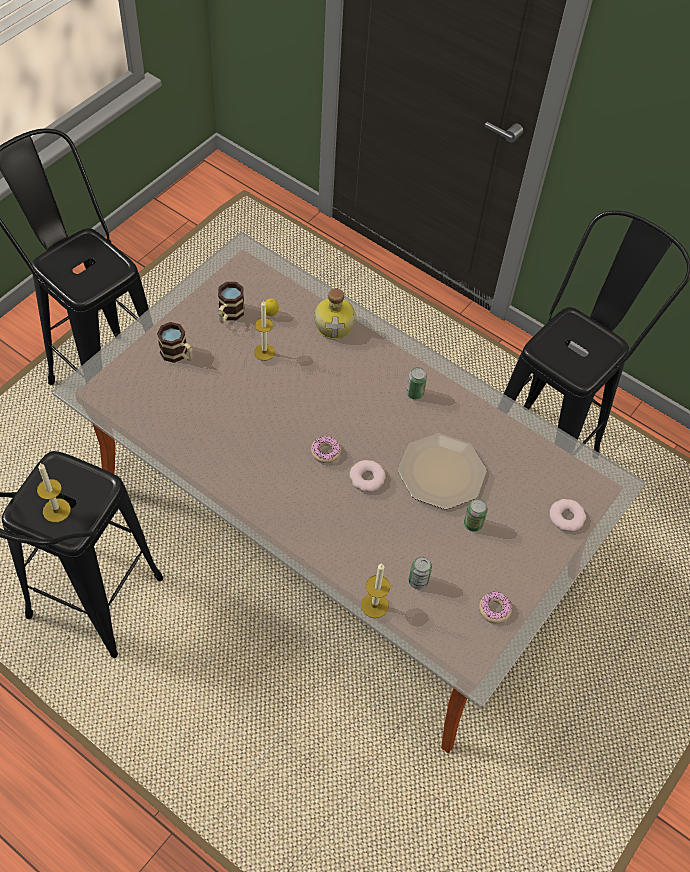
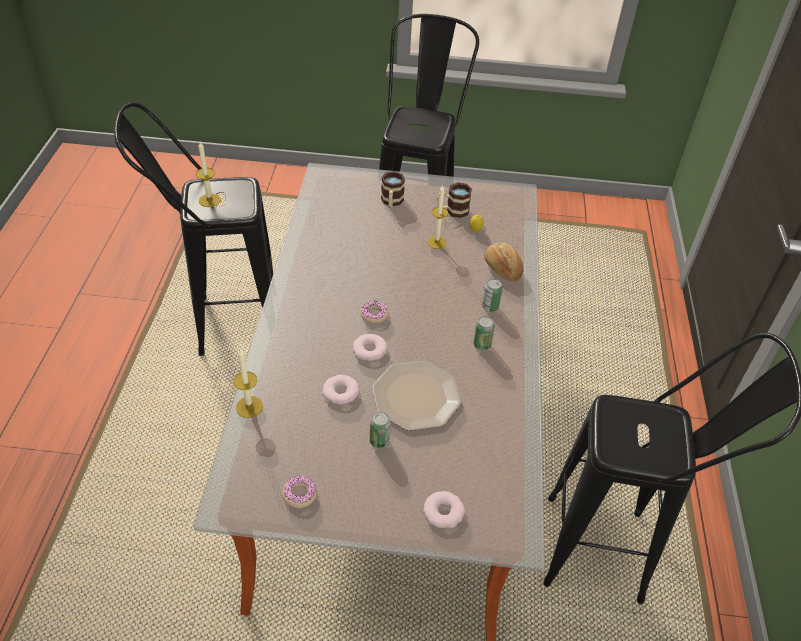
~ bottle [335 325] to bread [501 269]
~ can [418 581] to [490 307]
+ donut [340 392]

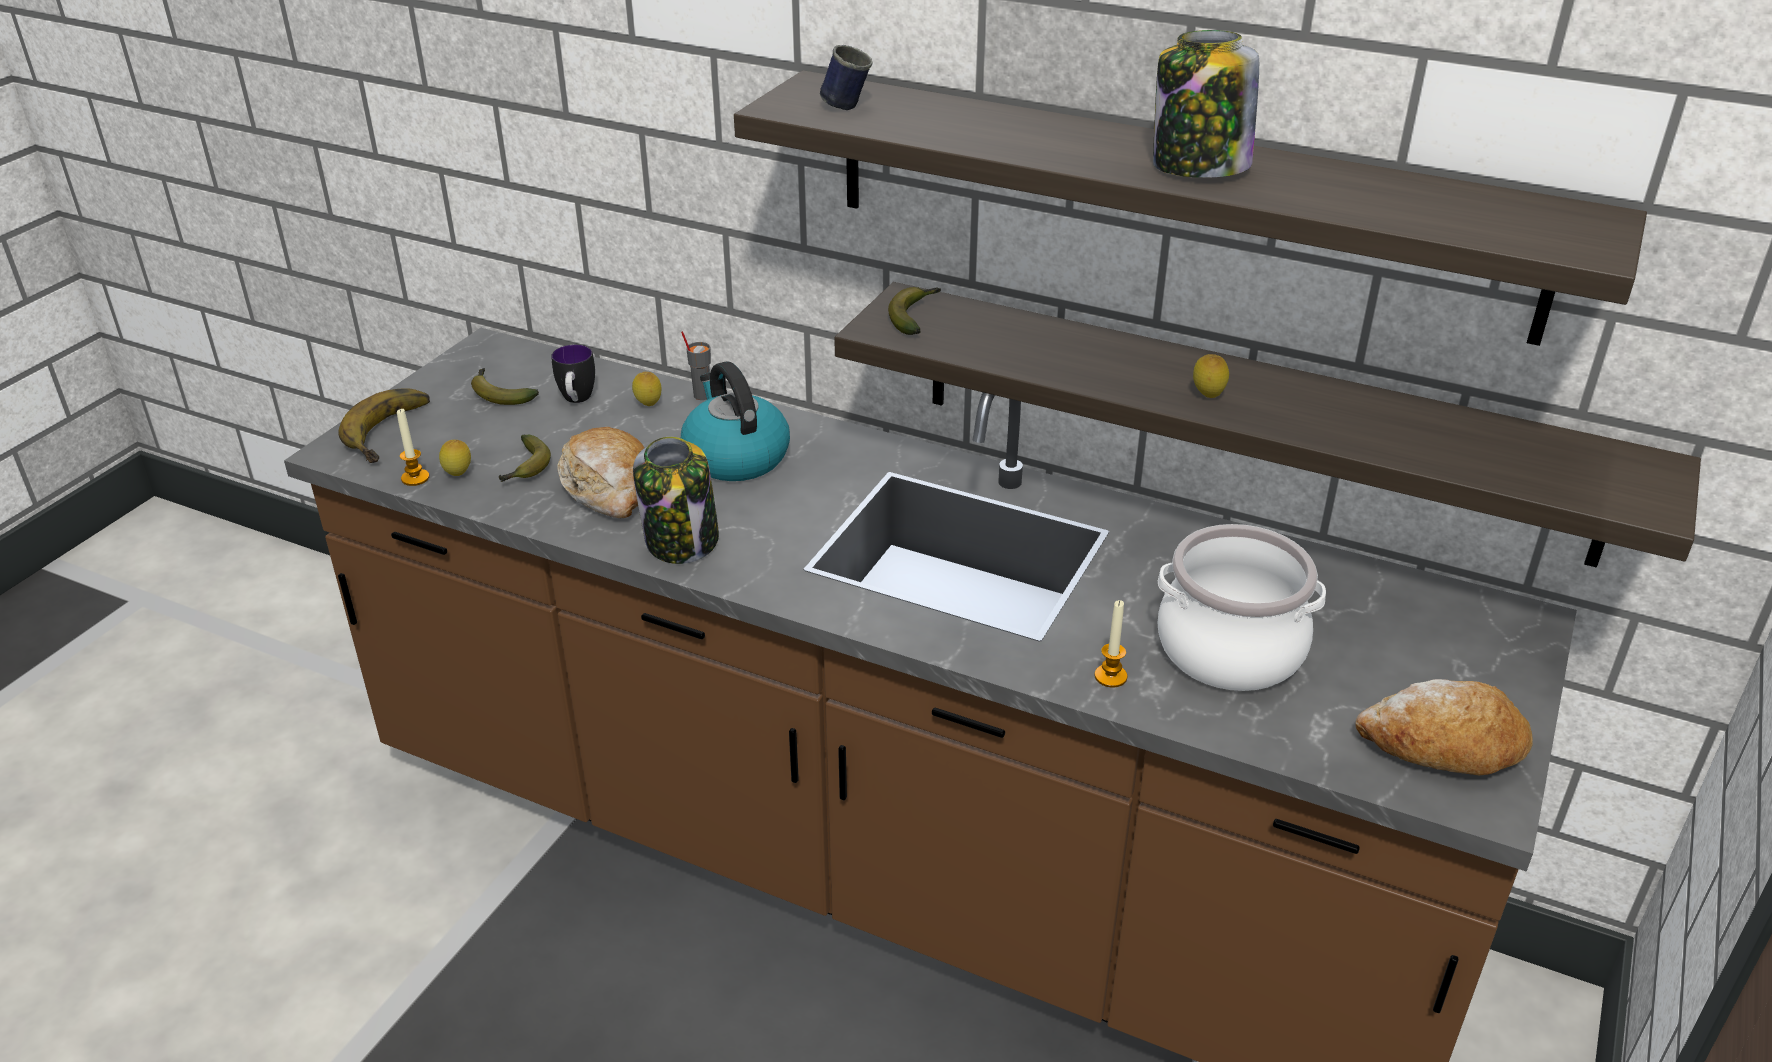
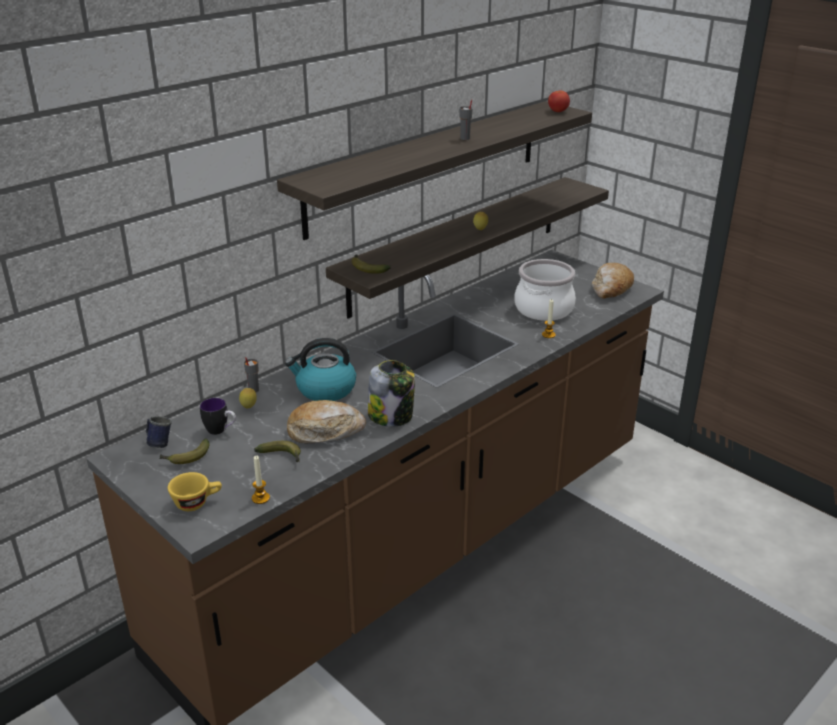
~ banana [396 432] to cup (yellow) [197 502]
- lemon [458 475]
~ mug (blue) [848 104] to [158 443]
~ jar [1198 167] to cup (grey) [465 138]
+ tomato [558 111]

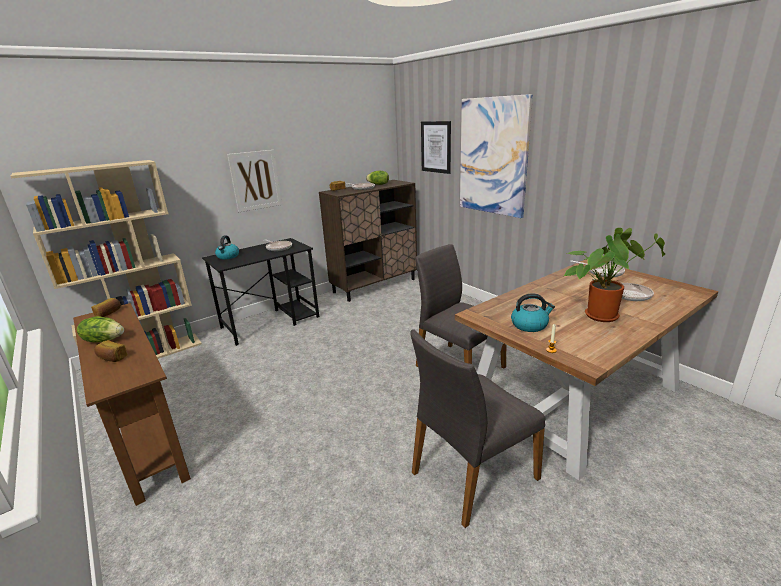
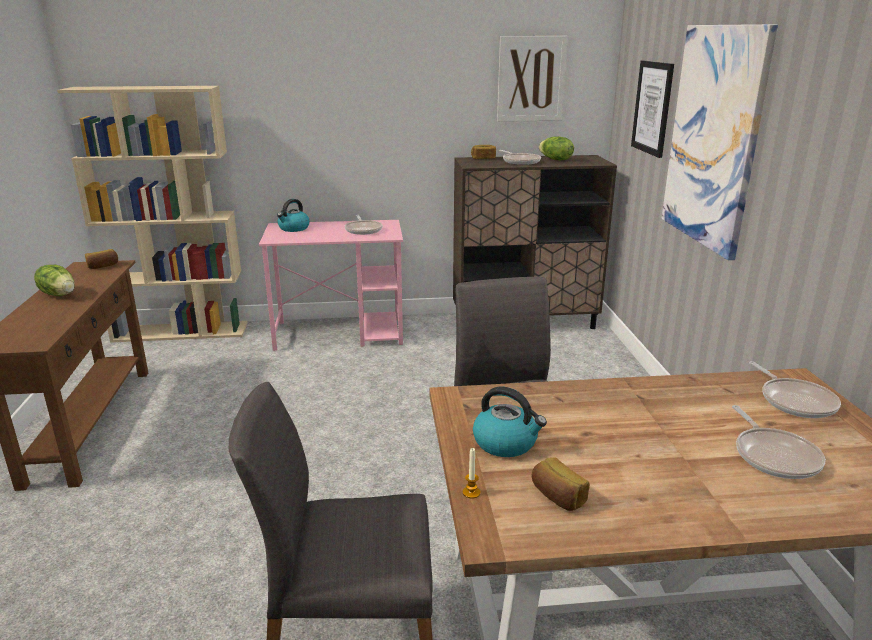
~ bread [112 358] to [557 497]
~ desk (black) [271 322] to desk (pink) [340 333]
~ picture [255 180] to [531 79]
- potted plant [602 314]

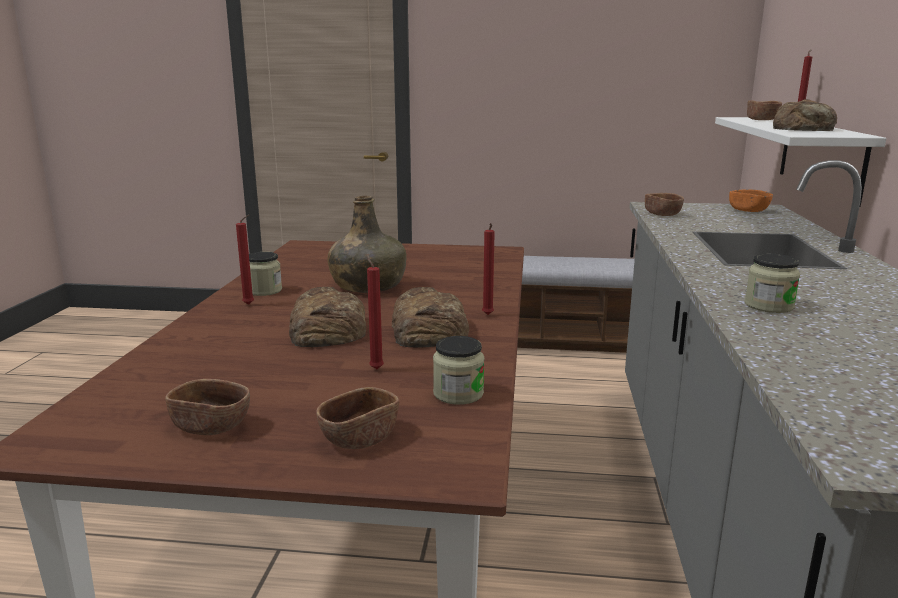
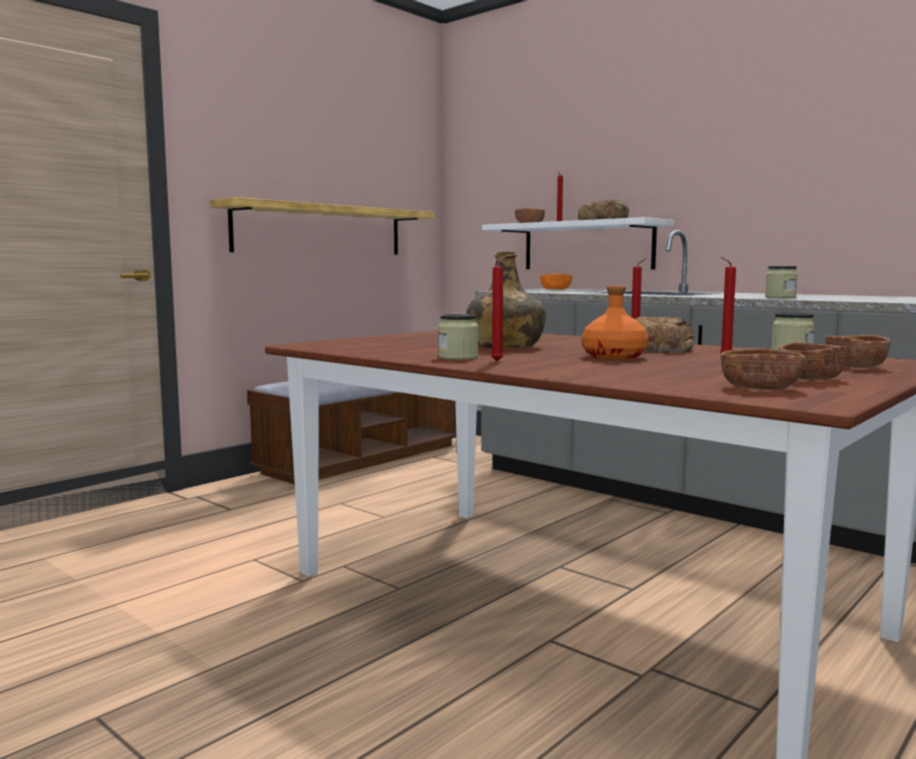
~ bread [327 329] to bottle (orange) [613 357]
~ bowl (brown) [662 214] to [760 388]
+ shelf [320 230]

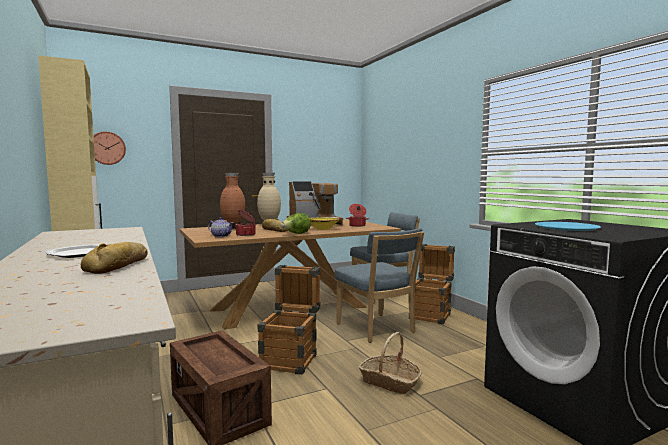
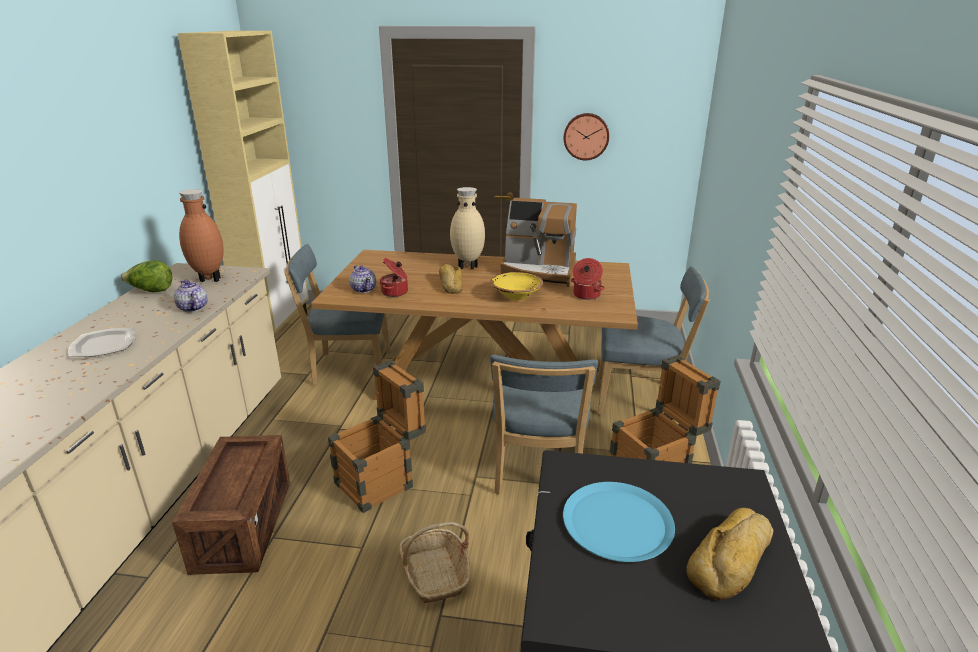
~ bread [119 265] to [733 560]
~ wall clock [107 148] to [586 136]
~ vase (brown) [233 229] to [208 280]
~ lettuce [296 234] to [151 291]
+ teapot [192 308]
+ chair (blue) [348 368]

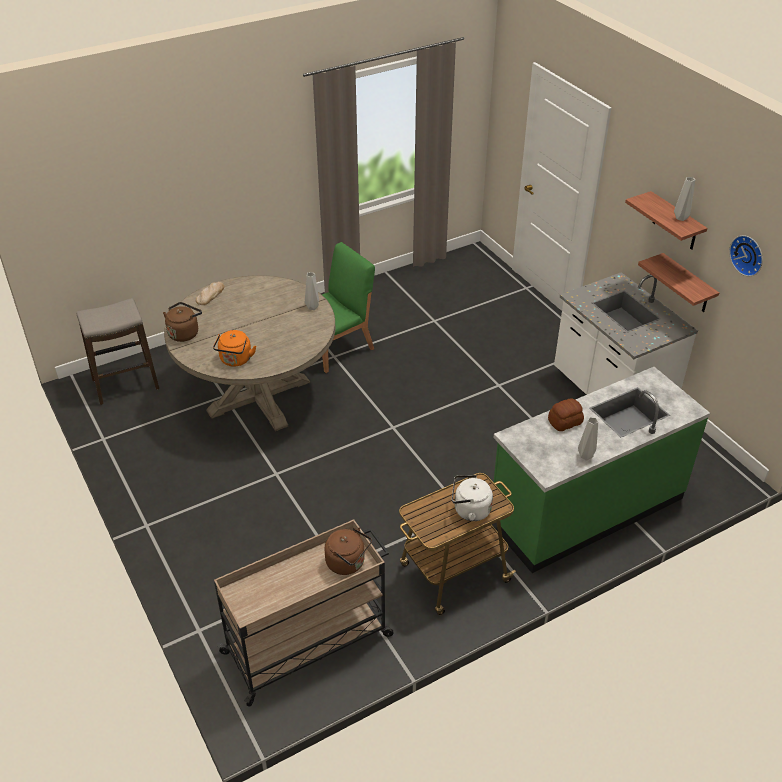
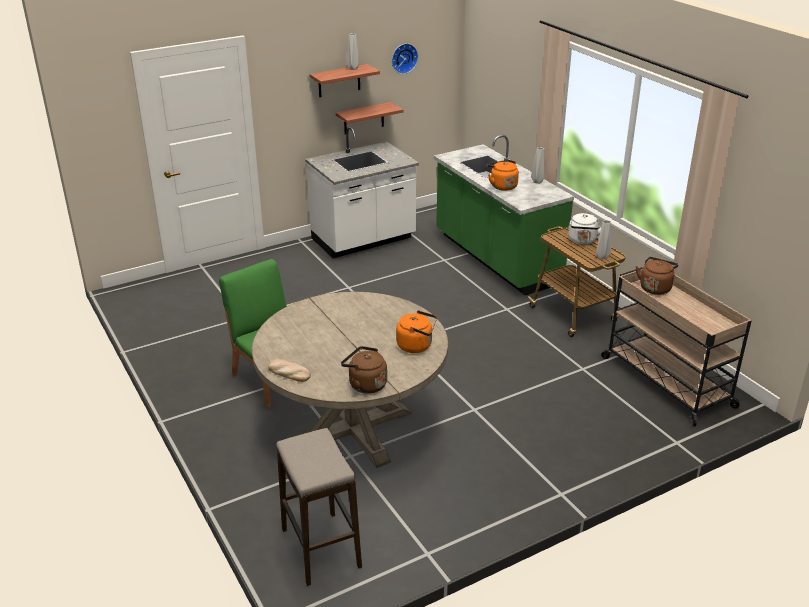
~ vase (grey) [313 307] to [602 257]
~ bread [565 422] to kettle (orange) [502 186]

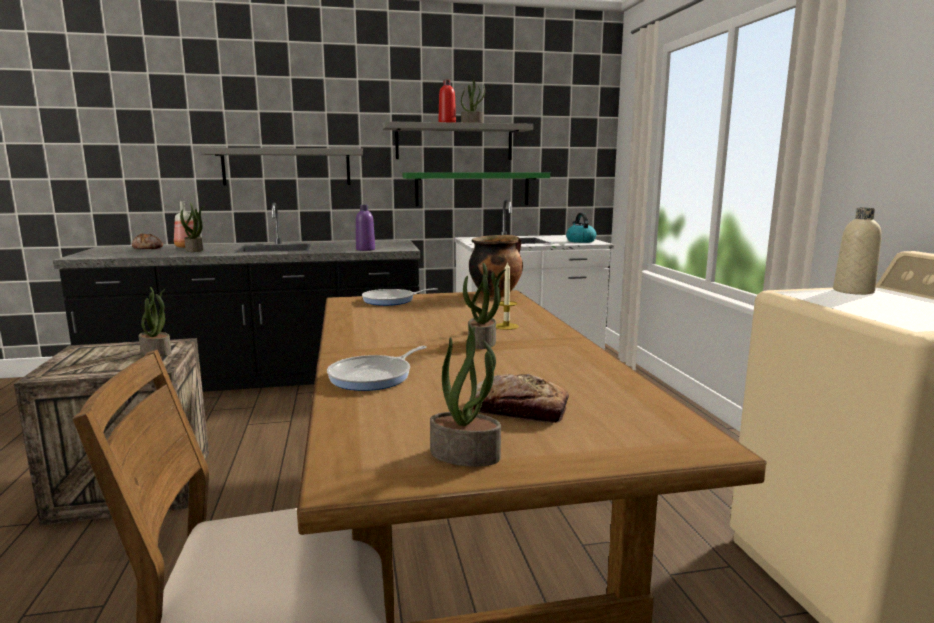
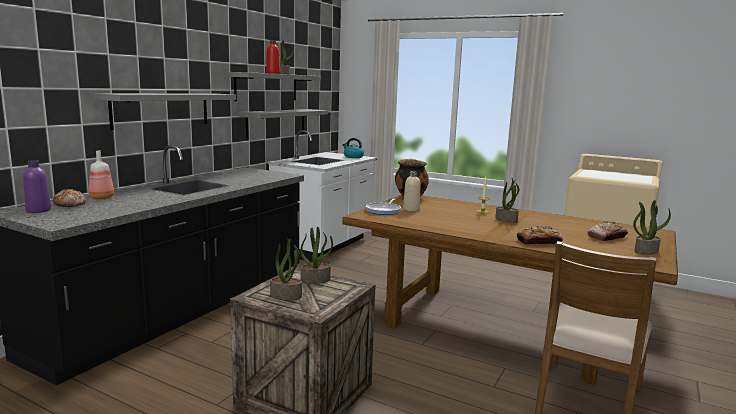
~ potted plant [195 250] to [286 296]
~ frying pan [374 377] to bread [538 242]
~ bottle (purple) [365 249] to [38 210]
~ shelf (green) [472 189] to shelf (grey) [276 123]
~ bottle (beige) [853 291] to [411 209]

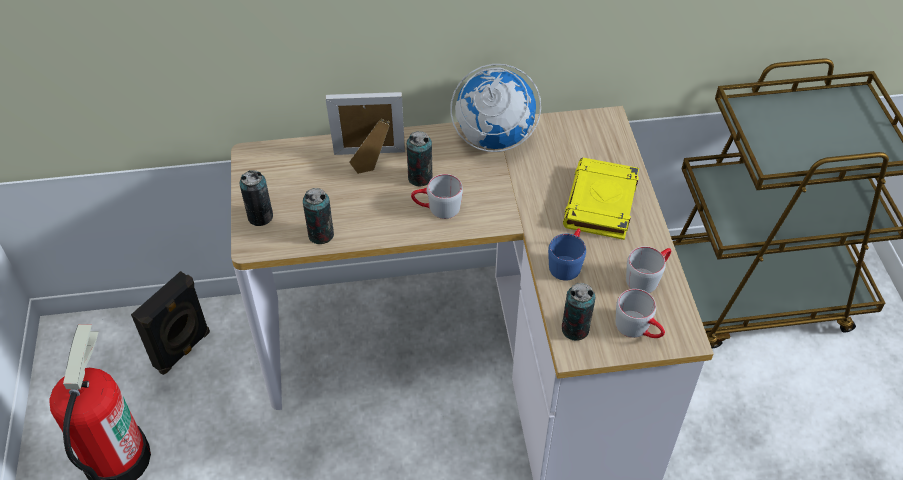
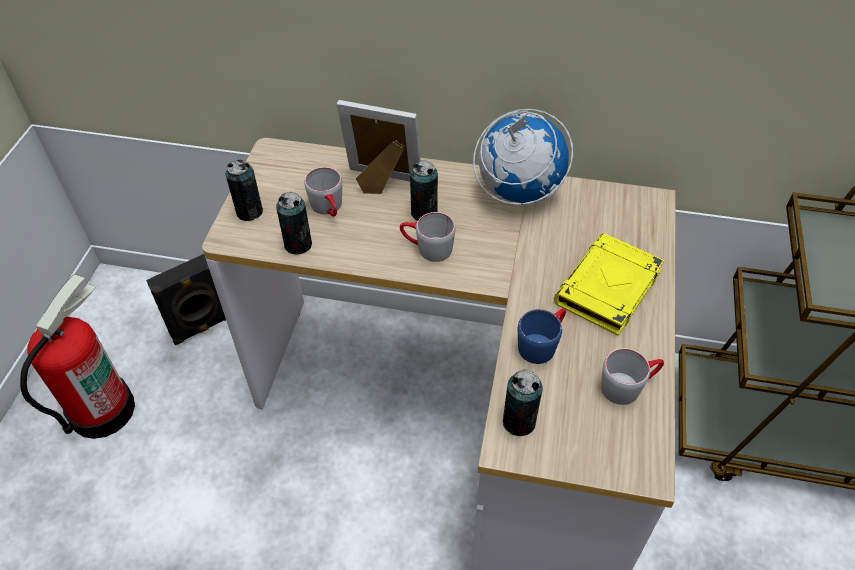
~ mug (grey) [639 329] to [329 209]

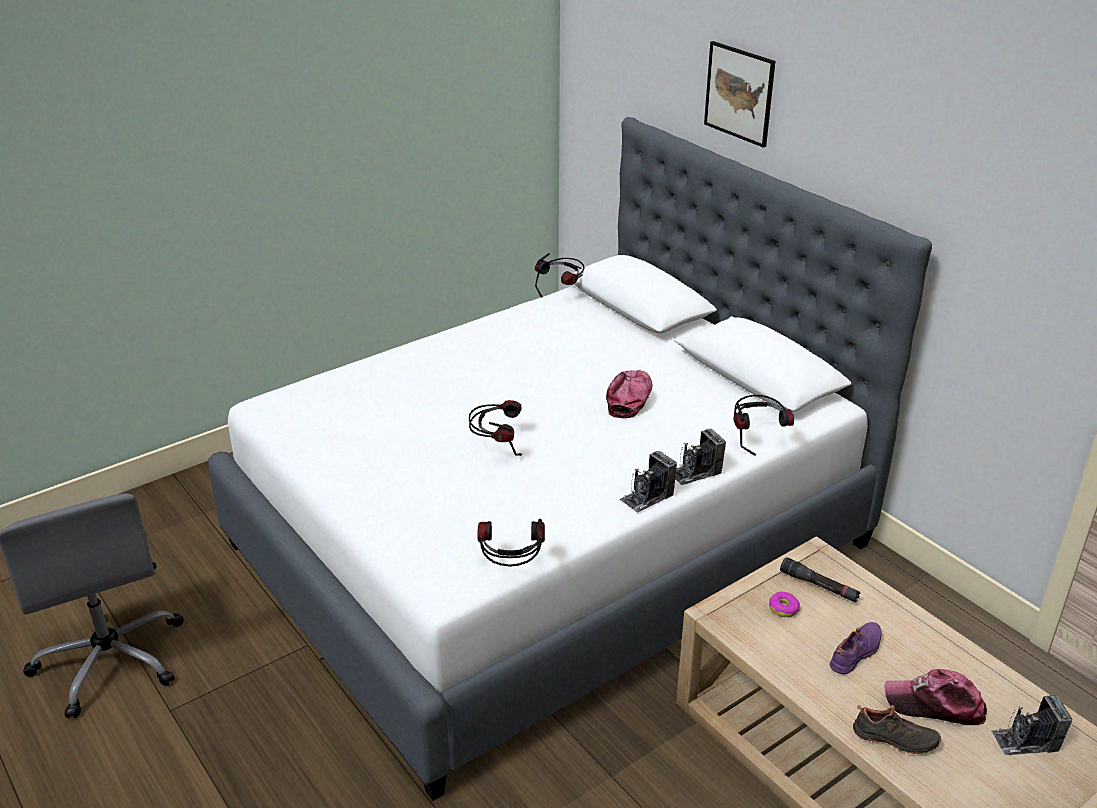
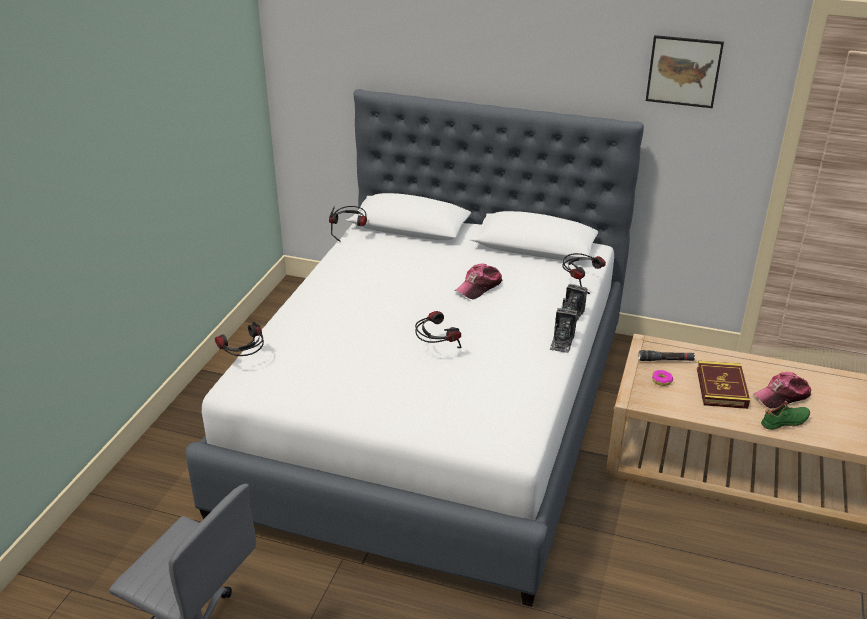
~ headphones [511 569] to [245 361]
~ cap [629 398] = [479 287] 120 degrees counterclockwise
~ picture [739 93] to [683 71]
~ shoe (purple) [856 654] to book [721 388]
~ shoe (black) [894 740] to shoe (green) [785 422]
- photo camera [1025 741]

